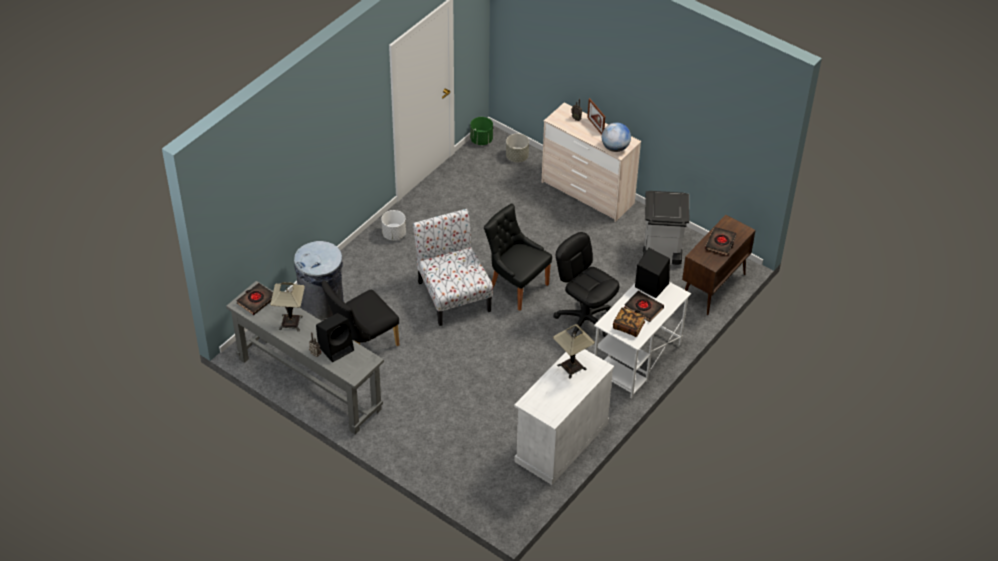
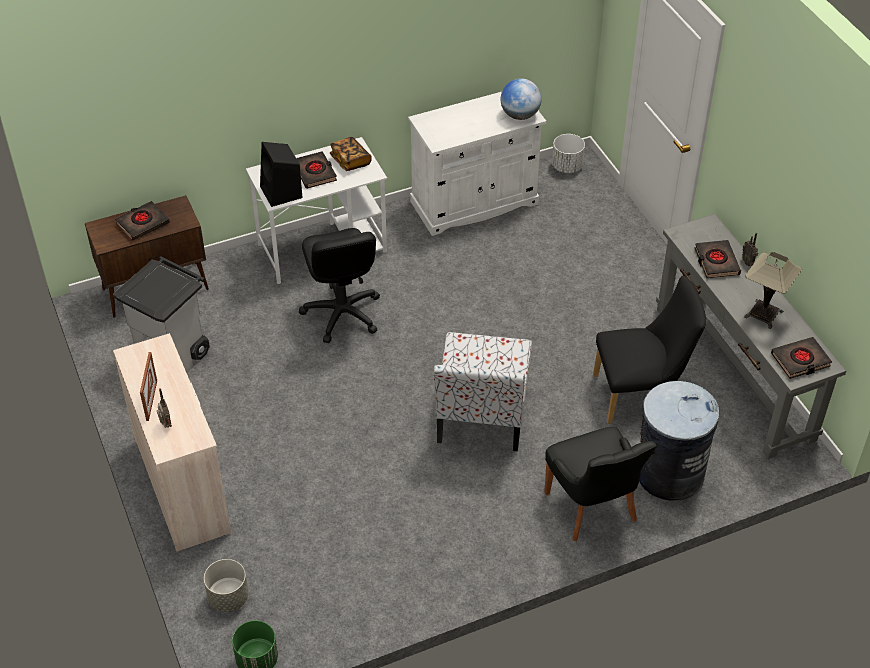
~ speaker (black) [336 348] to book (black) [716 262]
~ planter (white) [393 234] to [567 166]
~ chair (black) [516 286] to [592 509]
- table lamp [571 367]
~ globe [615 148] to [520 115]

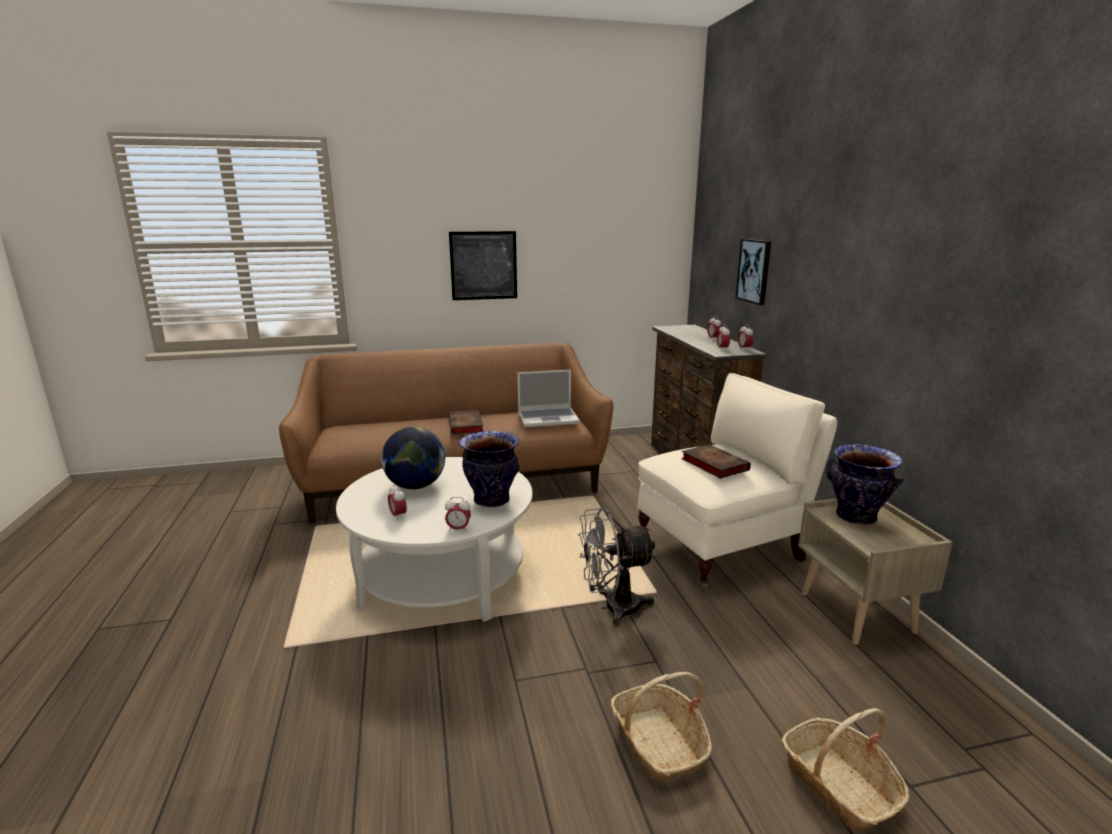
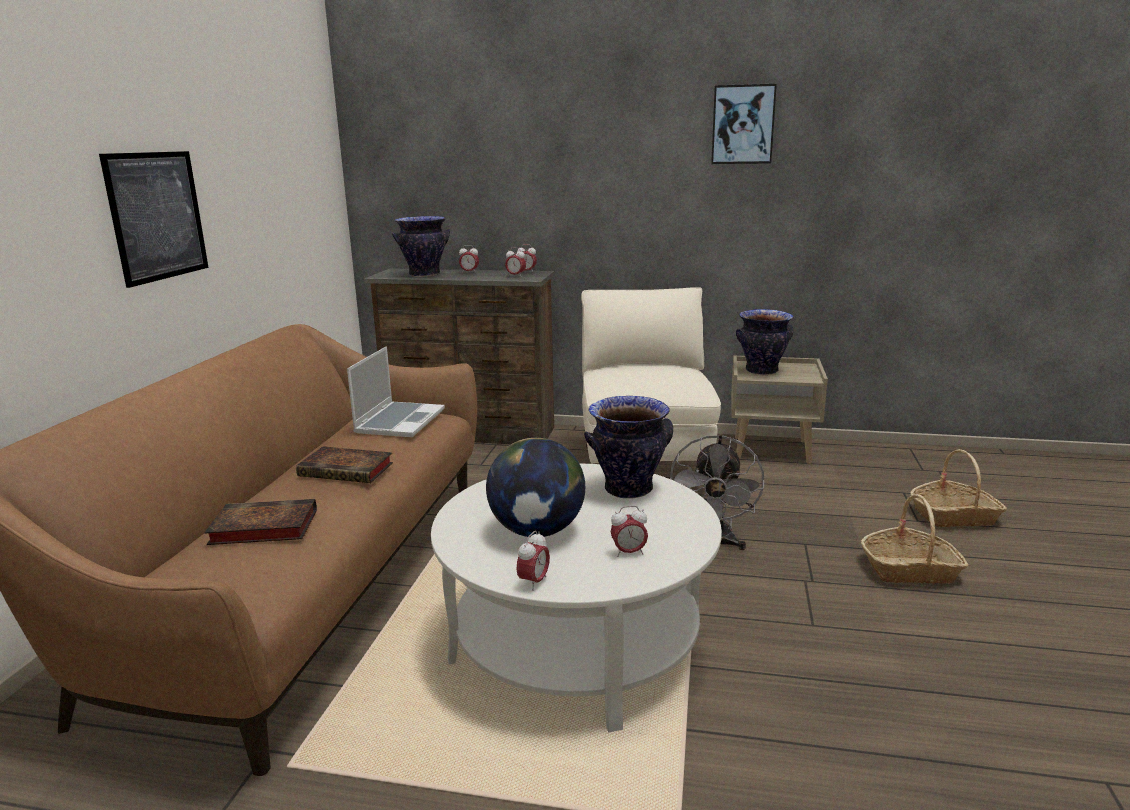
~ alarm clock [458 529] to [534 582]
~ book [712 464] to [261 528]
~ picture [754 271] to [743 124]
+ vase [424 274]

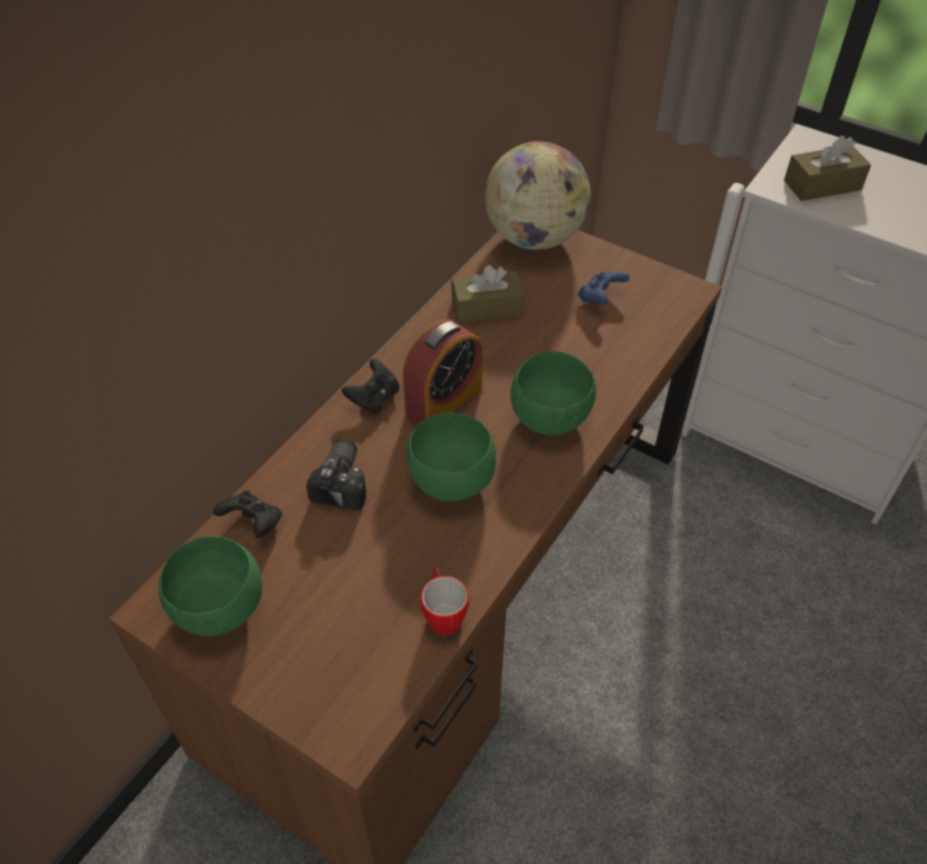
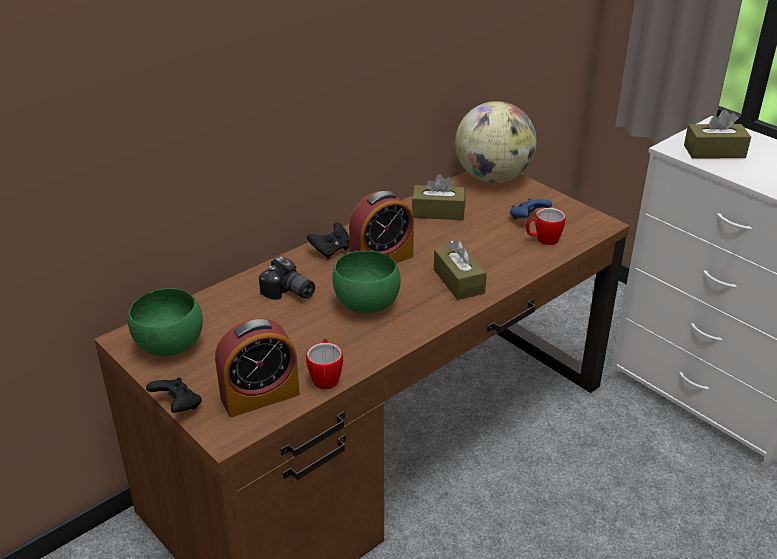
~ game controller (black) [253 523] to [178 406]
~ photo camera [344 482] = [288 293] 105 degrees clockwise
~ bowl (green) [552 418] to tissue box (brown) [458 281]
+ alarm clock [260 396]
+ mug [543 240]

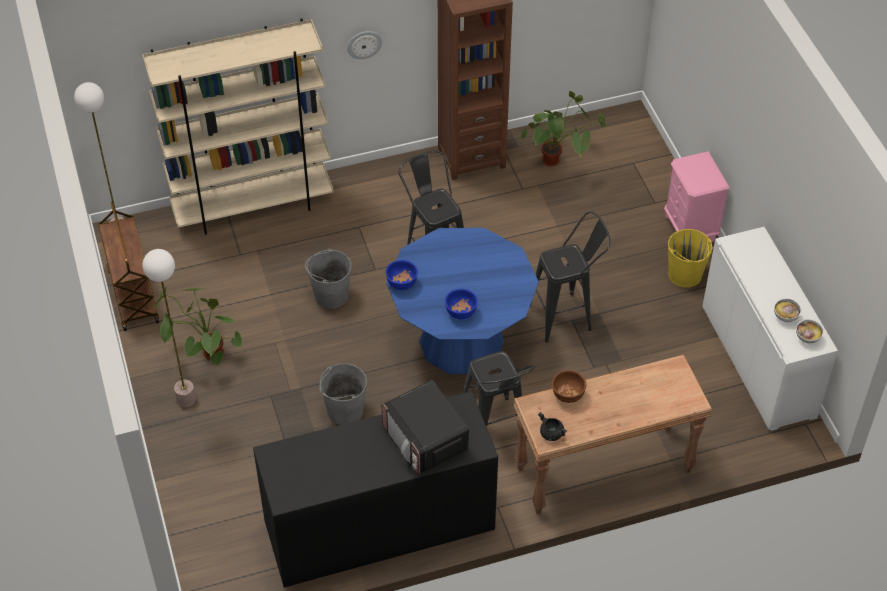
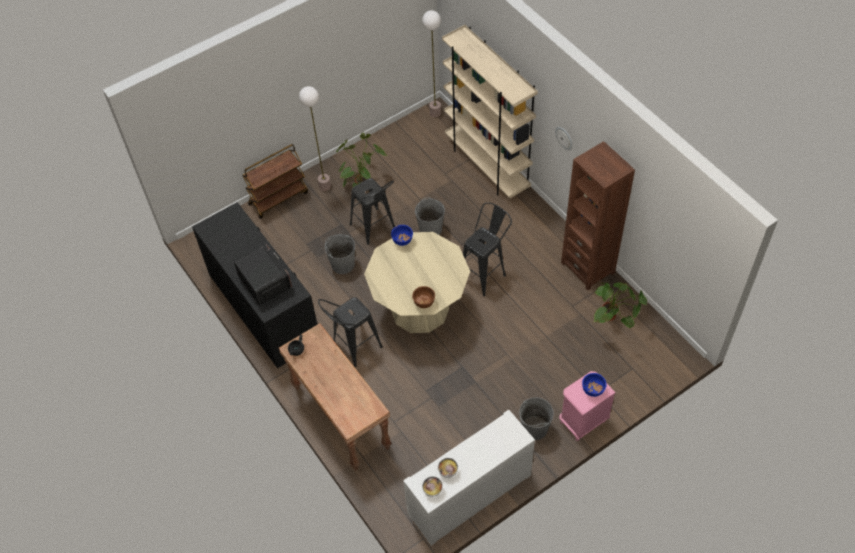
~ cart (brown) [132 295] to [278 198]
~ microwave [425 440] = [265 282] 105 degrees clockwise
~ dining table (blue) [461 341] to dining table (beige) [419 308]
~ bowl (blue) [461 313] to [593 390]
~ stool (black) [566 316] to [375 229]
~ bowl (brown) [567 395] to [424 302]
~ bucket (yellow) [685 274] to bucket (grey) [534 428]

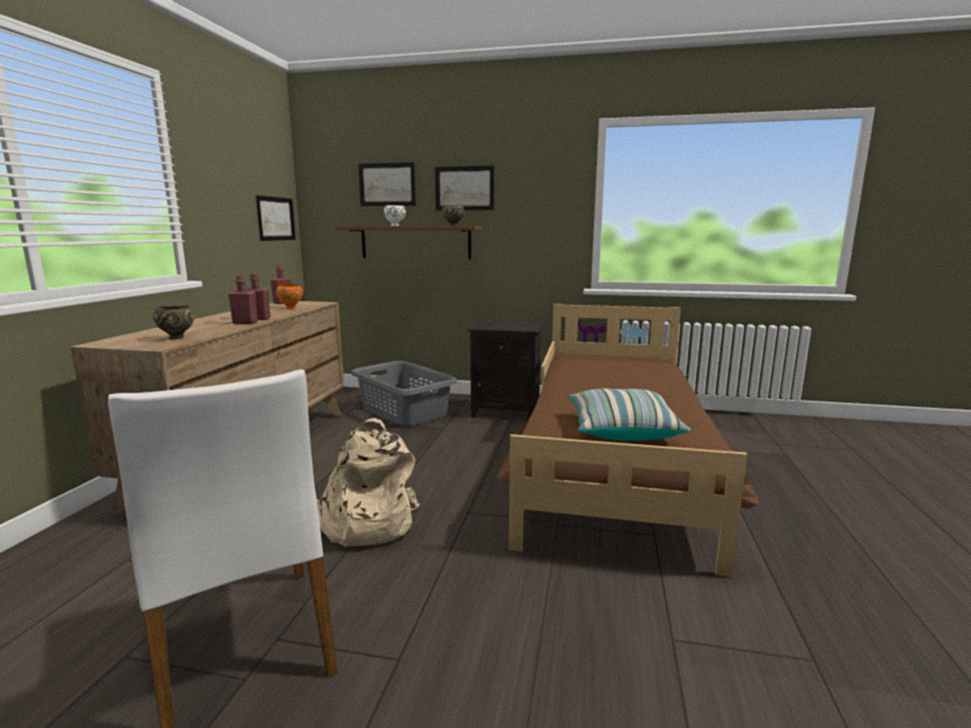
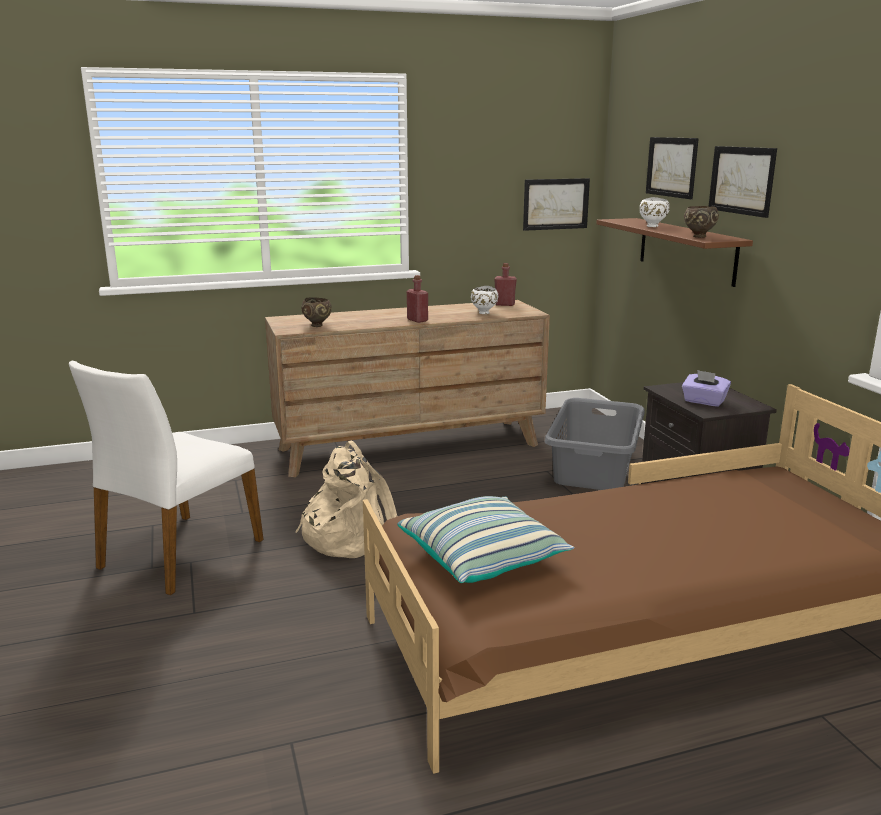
- bottle (red) [245 323]
~ bowl (orange) [291 308] to bowl (white) [484 313]
+ tissue box (purple) [704 401]

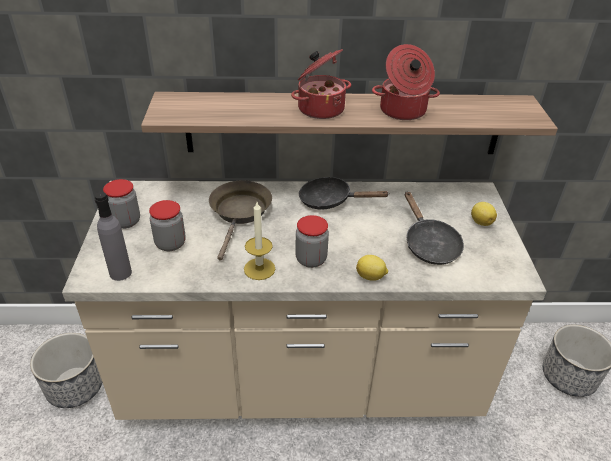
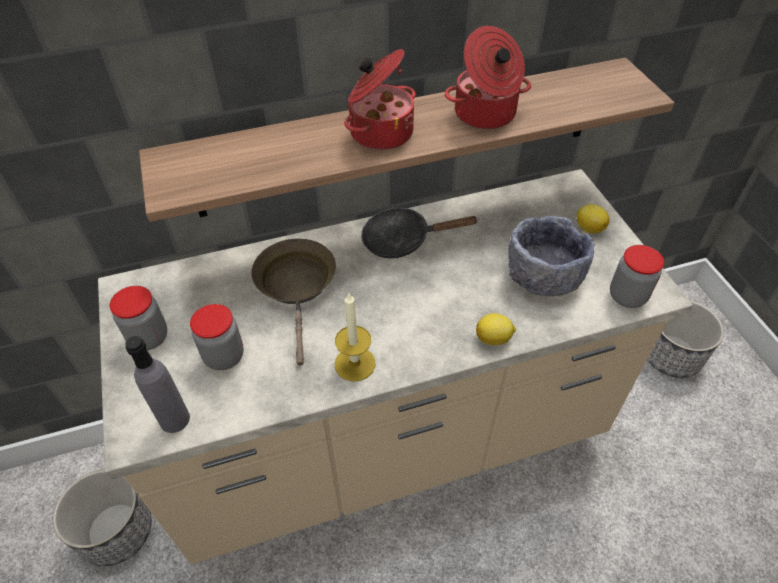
~ jar [311 259] to [627 296]
~ frying pan (black) [429 244] to bowl (grey) [543 275]

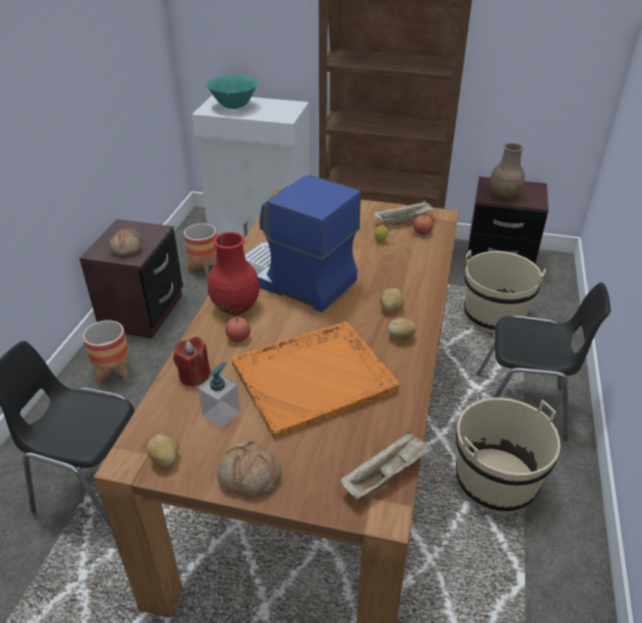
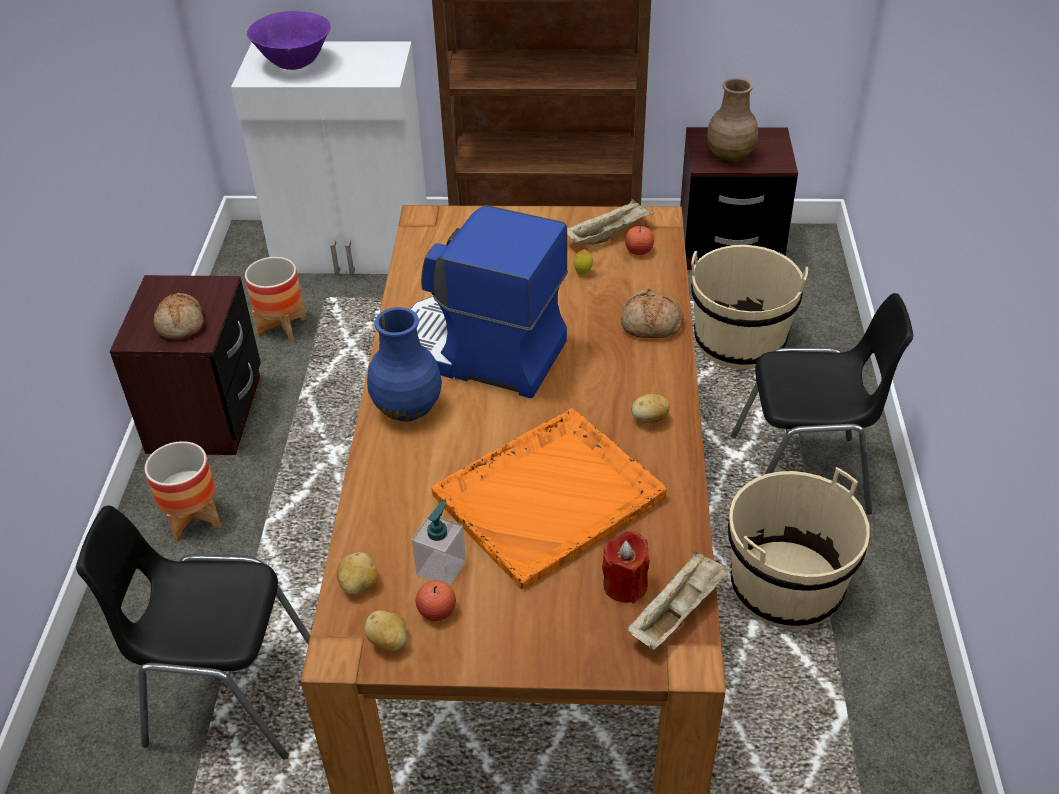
~ candle (red) [194 375] to [625 585]
~ bowl (turquoise) [234 107] to bowl (purple) [295 64]
~ vase (red) [236 307] to vase (blue) [408 409]
~ bread [249 477] to [651 325]
~ apple [238 338] to [437 611]
~ potato [391 309] to [359 585]

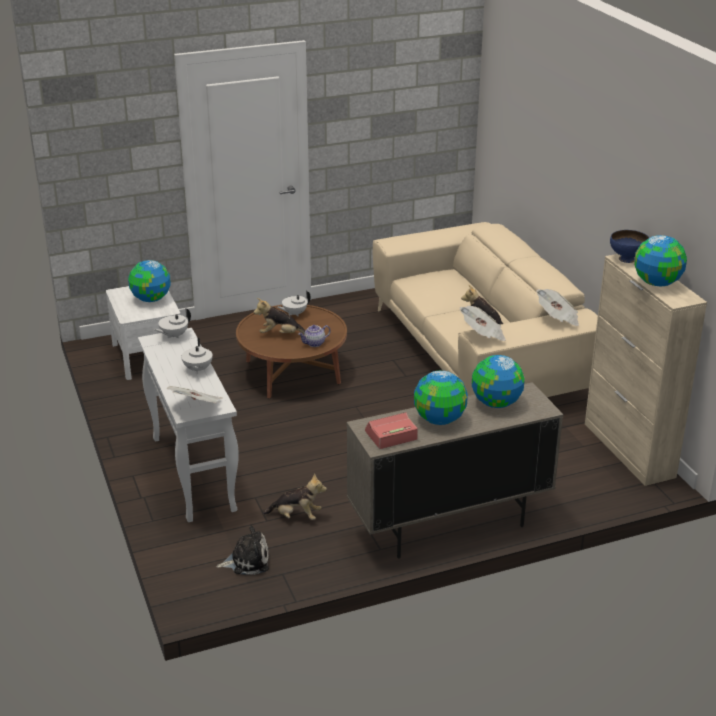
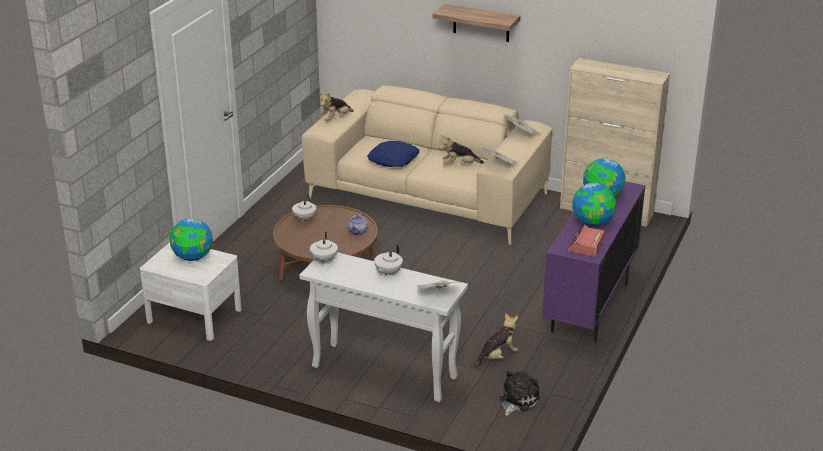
~ teapot (white) [197 369] = [388 273] 75 degrees clockwise
~ plush toy [280 334] to [335 119]
~ cabinet (beige) [449 526] to cabinet (purple) [590 308]
- bowl (blue) [627 259]
- globe [657 283]
+ pillow (blue) [393 159]
+ shelf [481 23]

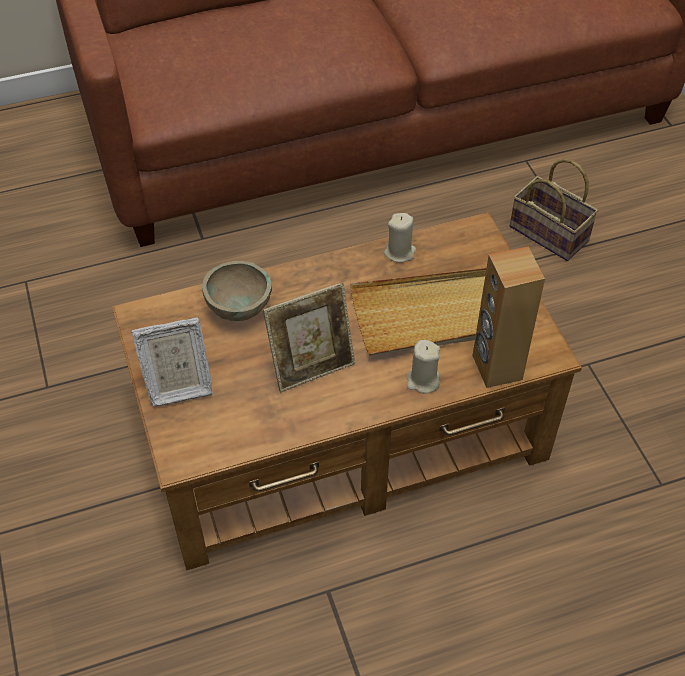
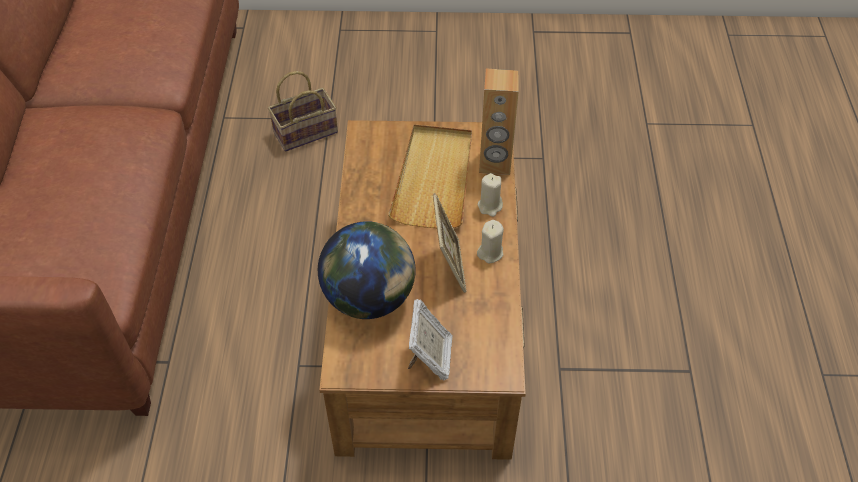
~ bowl (beige) [239 309] to globe [369 298]
~ candle (beige) [400 252] to [490 252]

